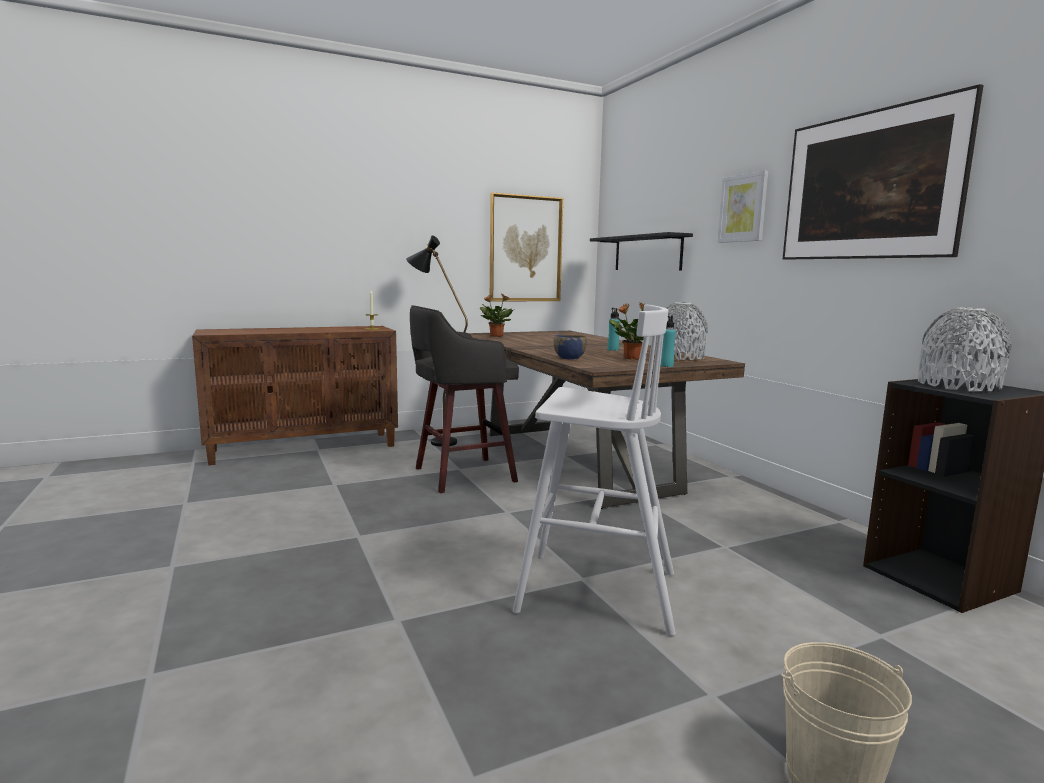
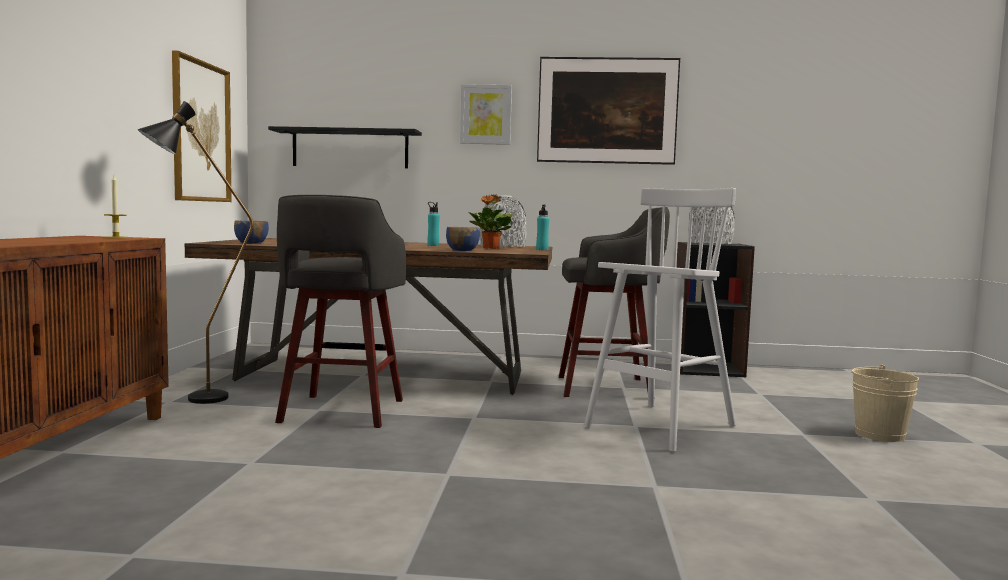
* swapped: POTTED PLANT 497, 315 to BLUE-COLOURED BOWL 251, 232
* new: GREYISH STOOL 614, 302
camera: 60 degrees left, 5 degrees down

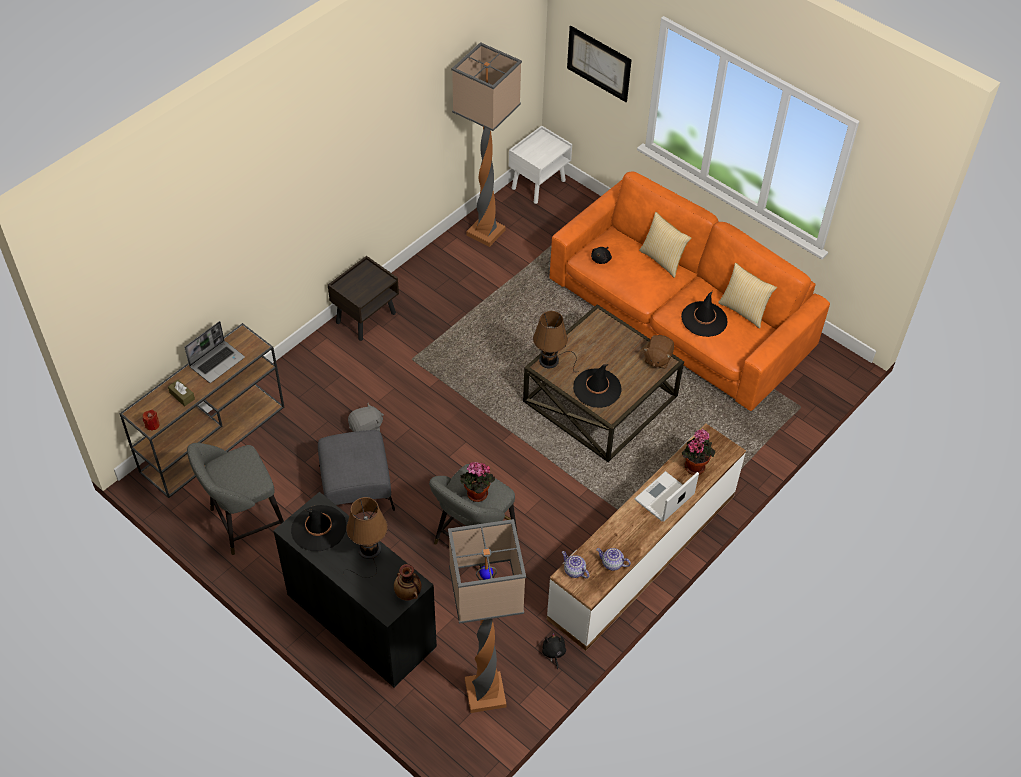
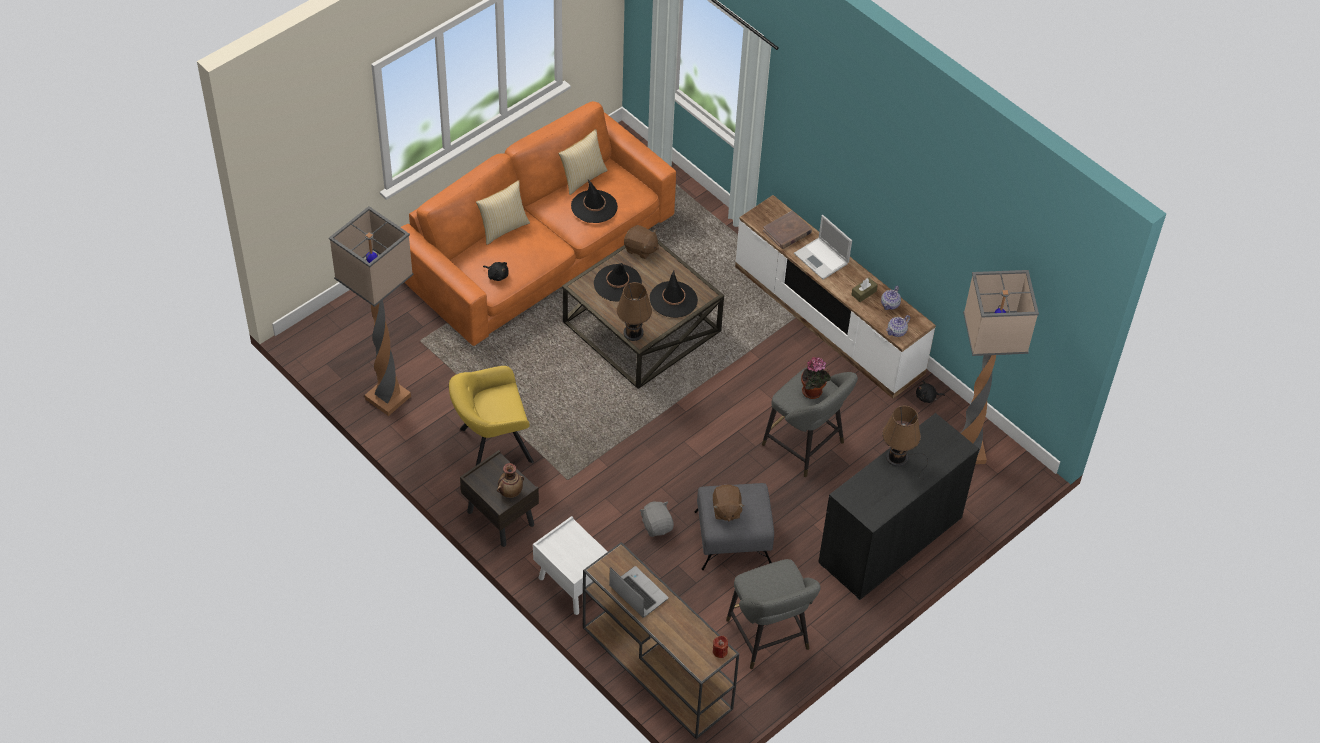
* shifted: BROWN-COLOURED TISSUE BOX 181, 393 to 864, 290
* shifted: BLACKISH WEARABLE HAT 319, 528 to 618, 282
* shifted: DECORATIVE VASE 408, 582 to 510, 480
* shifted: WHITISH NIGHTSTAND 540, 165 to 570, 565
* gone: PICTURE 599, 63
* swapped: POTTED PLANT 698, 452 to BROWN-COLOURED VOLUME 787, 230
* new: YELLOW-COLOURED EASY CHAIR 491, 415
* new: BROWN-COLOURED PLUSH TOY 728, 503
camera: 85 degrees left, 0 degrees up

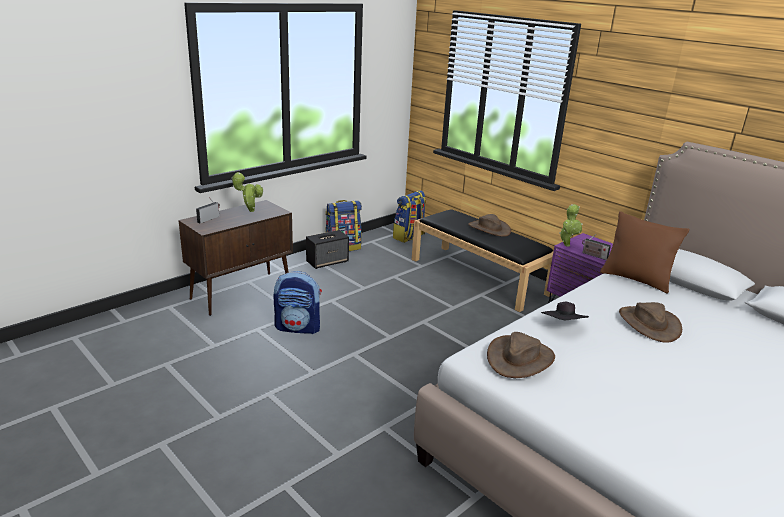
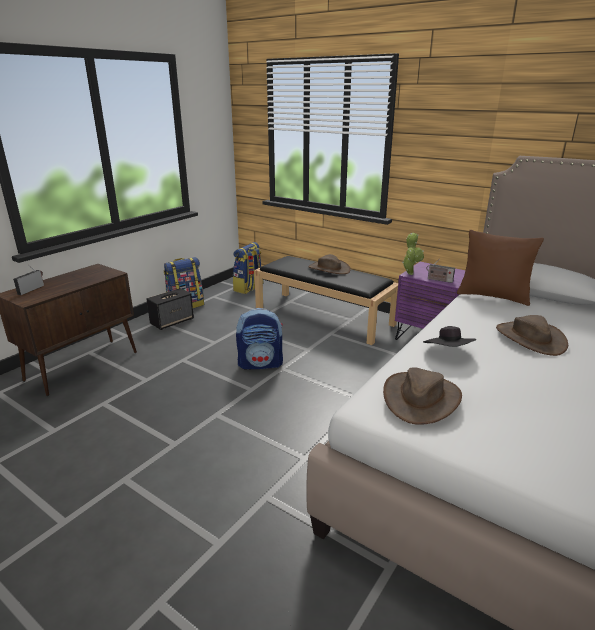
* gone: POTTED PLANT 247, 192
* shifted: BACKPACK 297, 302 to 259, 338
camera: 10 degrees left, 0 degrees up

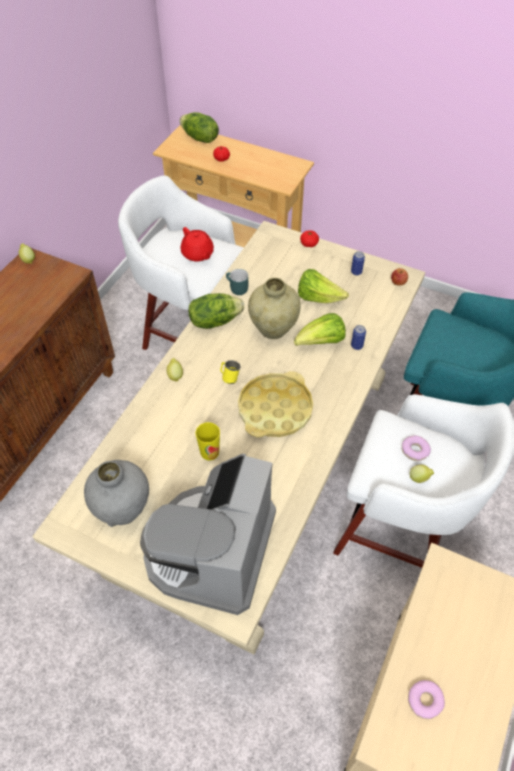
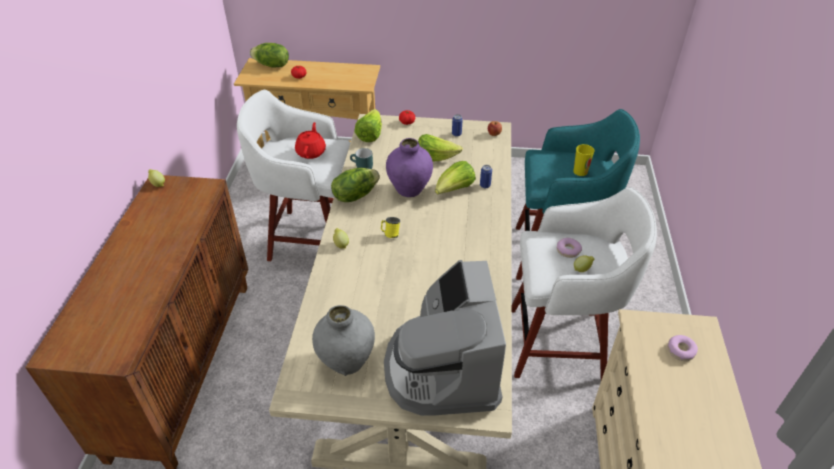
* rotated: REDDISH TEA POT 197, 244 = 310, 140 120 degrees counterclockwise
* shifted: DRINKING CUP 208, 441 to 584, 160
* gone: YELLOW-COLOURED SERVING TRAY 275, 404
* repainted: BEIGE-COLOURED DECORATIVE VASE 274, 308 to PURPLISH DECORATIVE VASE 409, 167
* shifted: DOUGHNUT 426, 699 to 682, 348
* new: HEAD OF LETTUCE 368, 125
camera: 20 degrees left, 10 degrees down

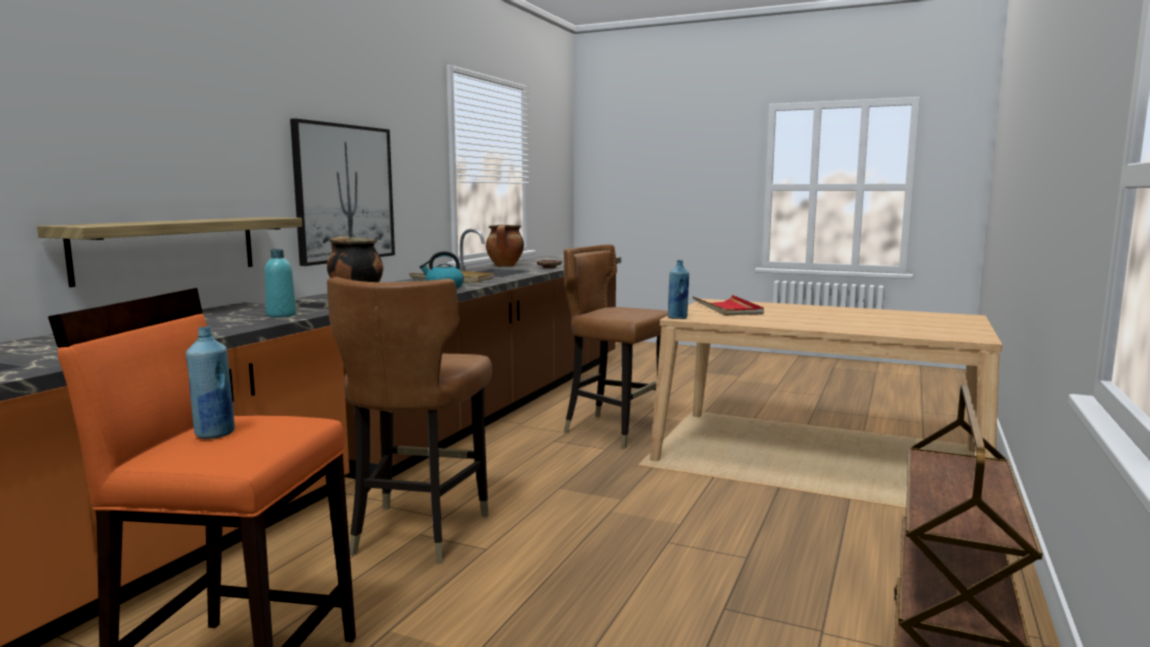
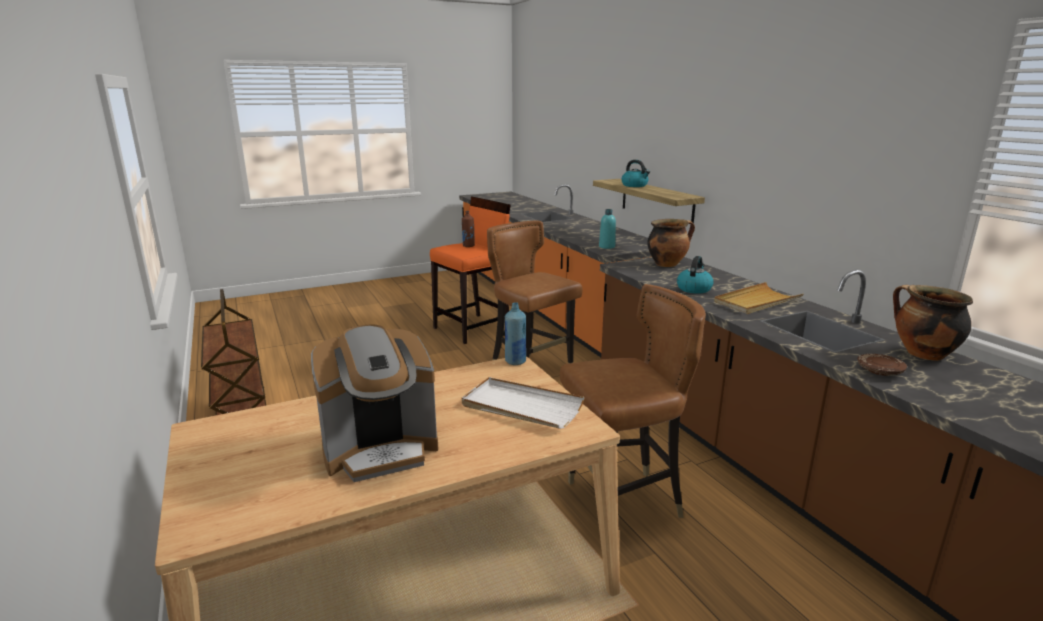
* repainted: BLUE-COLOURED DRINK BOTTLE 210, 383 to BROWN-COLOURED DRINK BOTTLE 468, 229
* gone: PICTURE 342, 192
* repainted: REDDISH SERVING TRAY 728, 305 to WHITISH SERVING TRAY 523, 403
* new: COFFEE MAKER 374, 403
* new: KETTLE 635, 173
camera: 130 degrees right, 10 degrees up

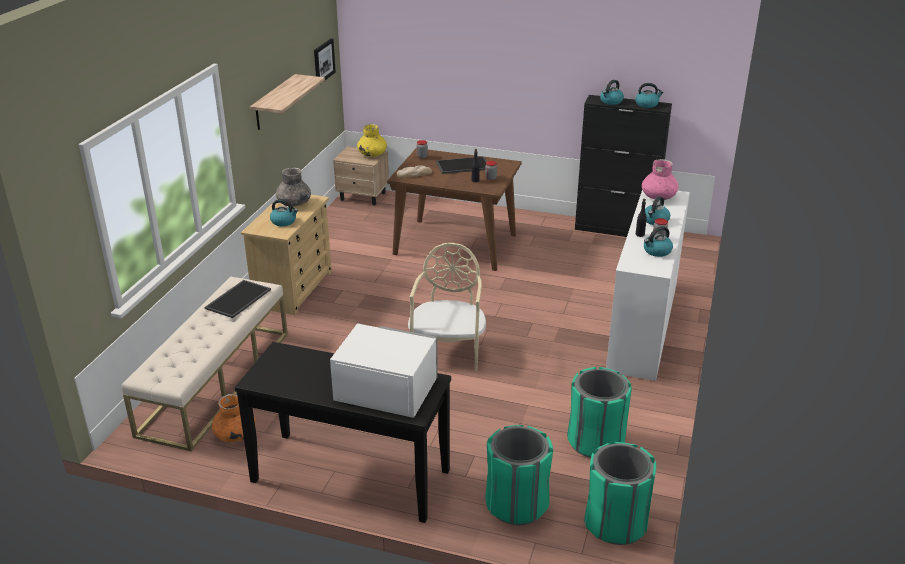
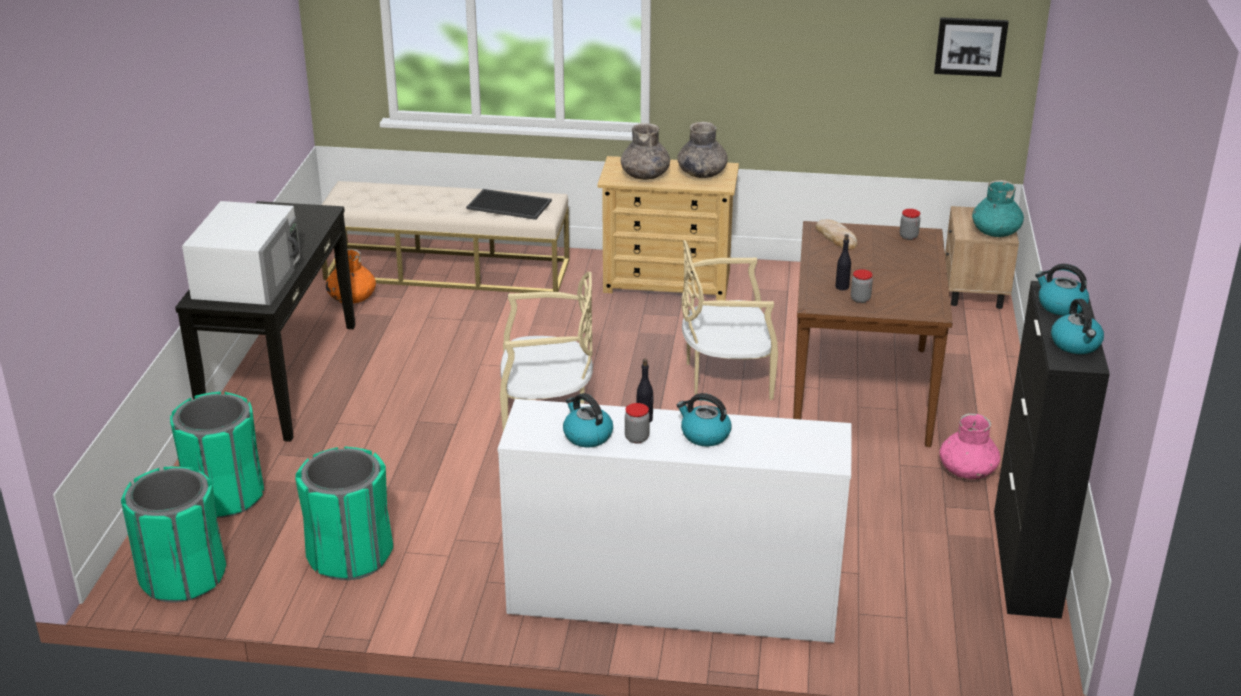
* gone: BRACKET SHELF 287, 102
* swapped: KETTLE 284, 212 to GREYISH DECORATIVE VASE 645, 151
* repainted: YELLOW-COLOURED DECORATIVE VASE 372, 140 to TURQUOISE-COLOURED DECORATIVE VASE 998, 208
* gone: SERVING TRAY 461, 165
* shifted: PINKISH DECORATIVE VASE 660, 179 to 970, 446
* new: BEIGE-COLOURED PLAIN CHAIR 730, 320
camera: 80 degrees right, 0 degrees up

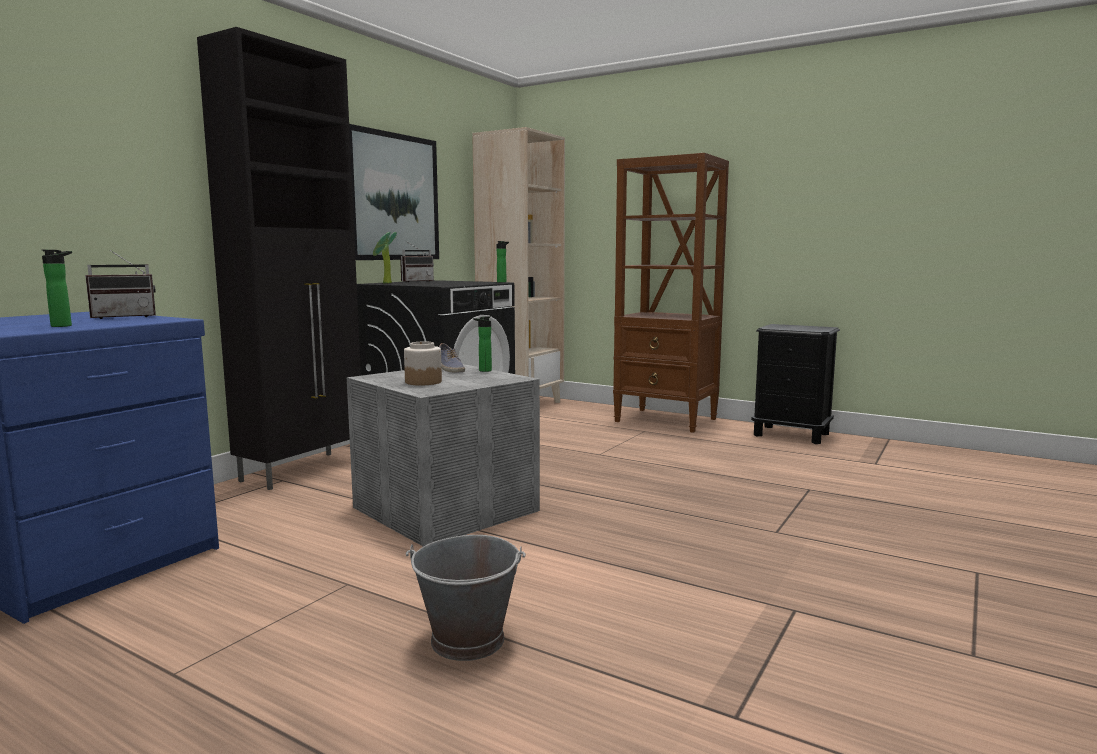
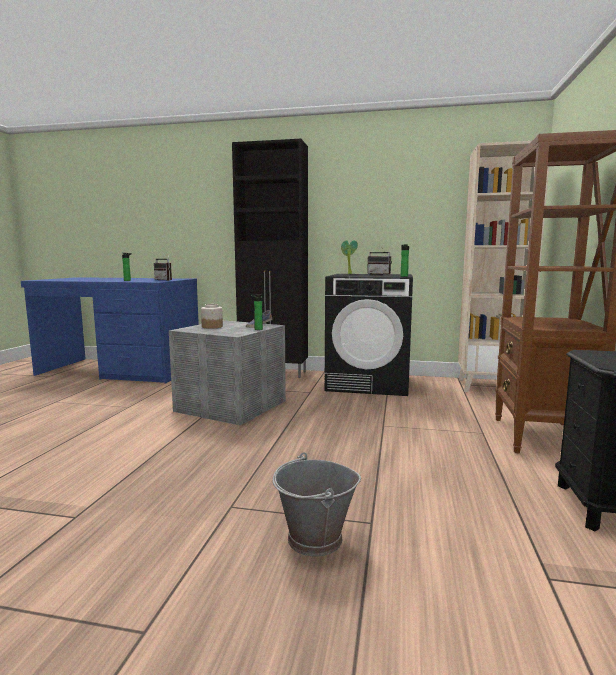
* gone: PICTURE 394, 192
* shifted: GREYISH PAIL 466, 598 to 316, 504
camera: 70 degrees right, 0 degrees up

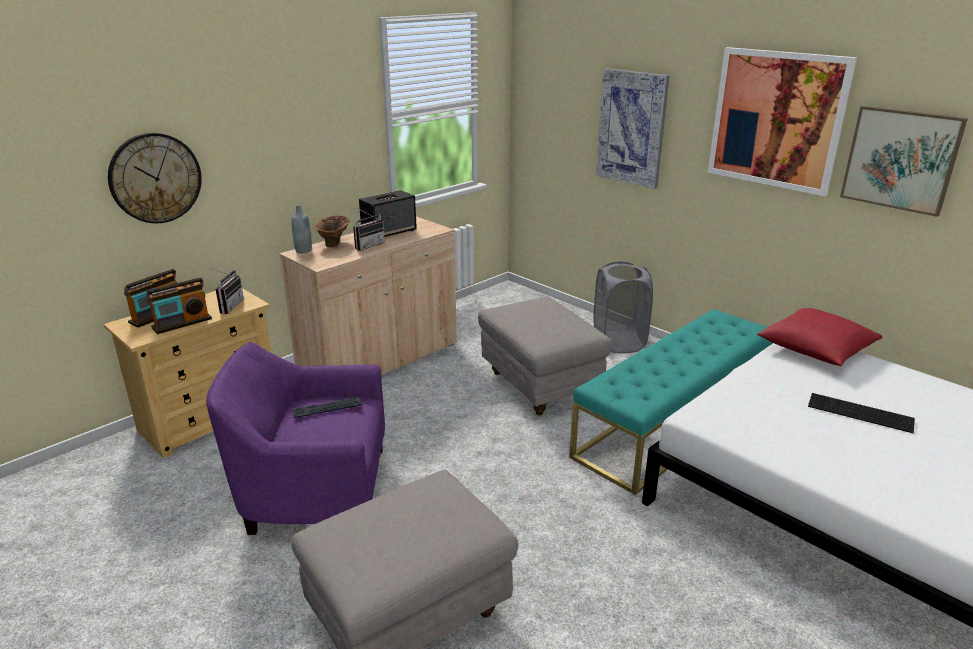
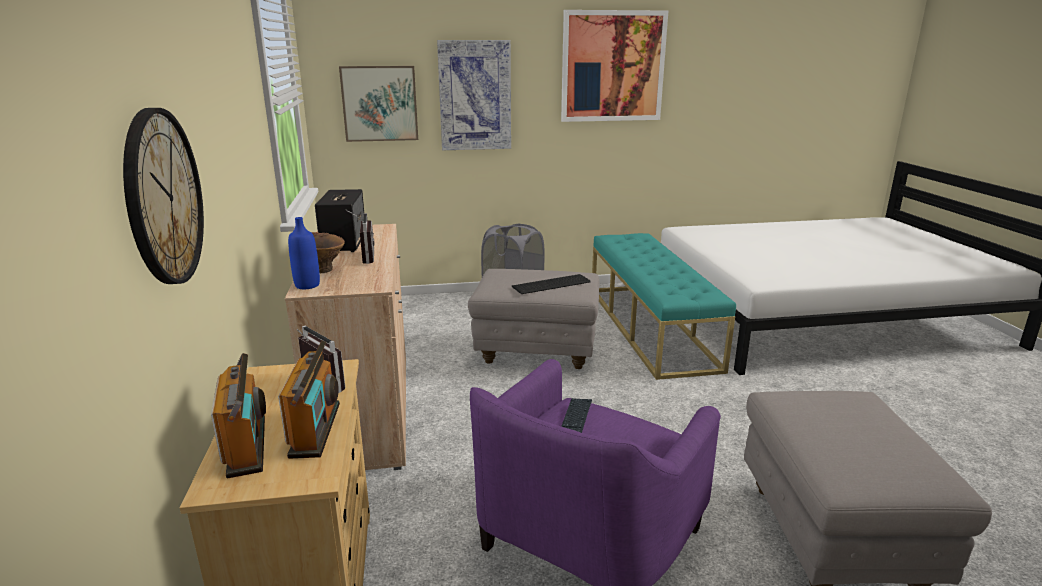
* repainted: GREYISH DRINK BOTTLE 301, 229 to BLUE-COLOURED DRINK BOTTLE 304, 253
* gone: REDDISH THROW PILLOW 820, 337
* shifted: COMPUTER KEYBOARD 861, 413 to 551, 284
* shifted: PICTURE 904, 161 to 378, 104
camera: 55 degrees left, 5 degrees down

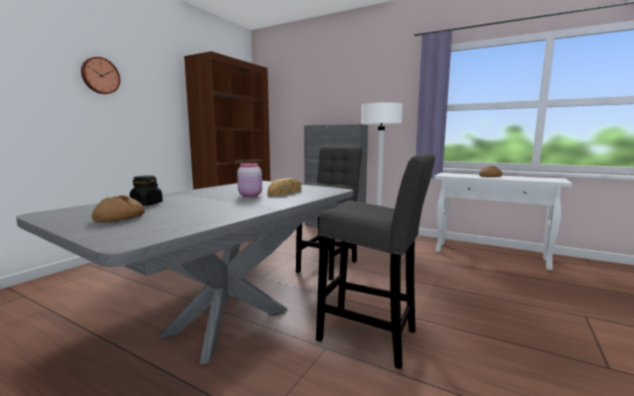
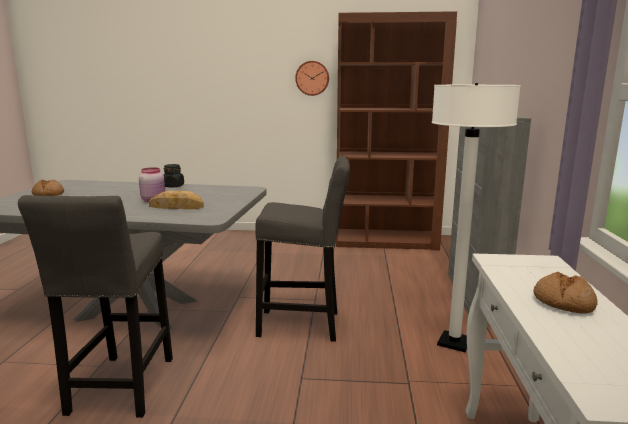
* shifted: HANGING CLOCK 100, 75 to 312, 78
* shifted: BLACKISH PRESERVE JAR 146, 191 to 173, 176
camera: 65 degrees right, 5 degrees up

